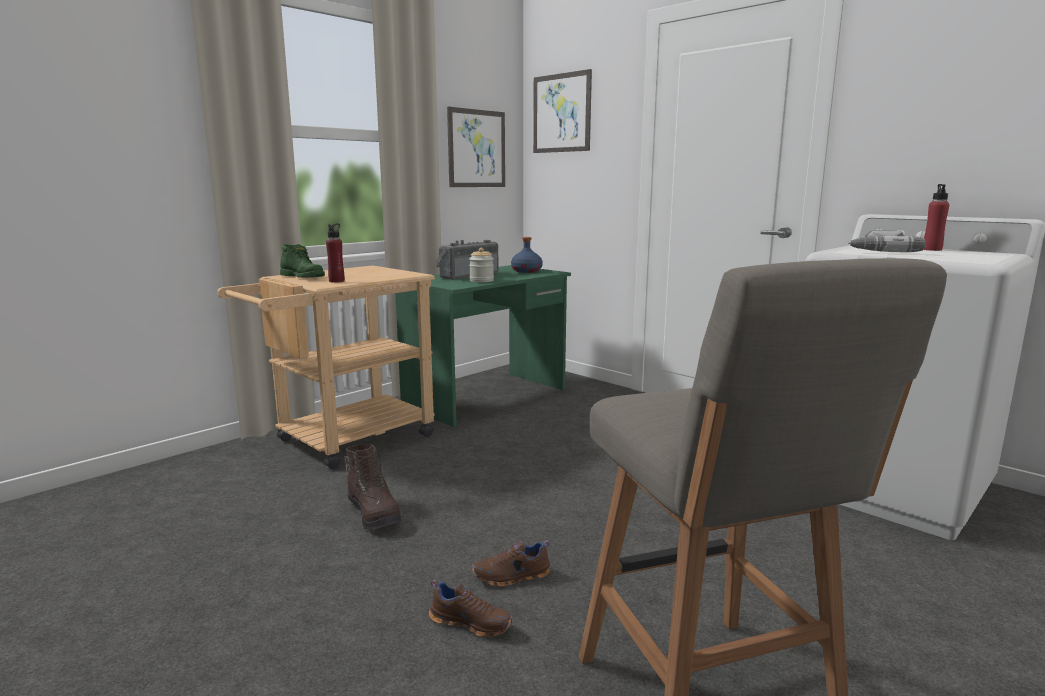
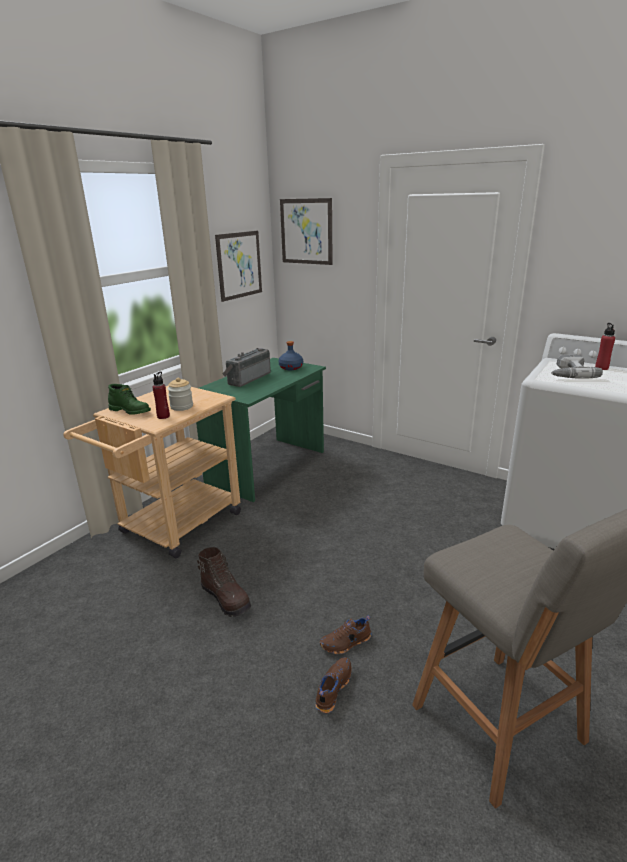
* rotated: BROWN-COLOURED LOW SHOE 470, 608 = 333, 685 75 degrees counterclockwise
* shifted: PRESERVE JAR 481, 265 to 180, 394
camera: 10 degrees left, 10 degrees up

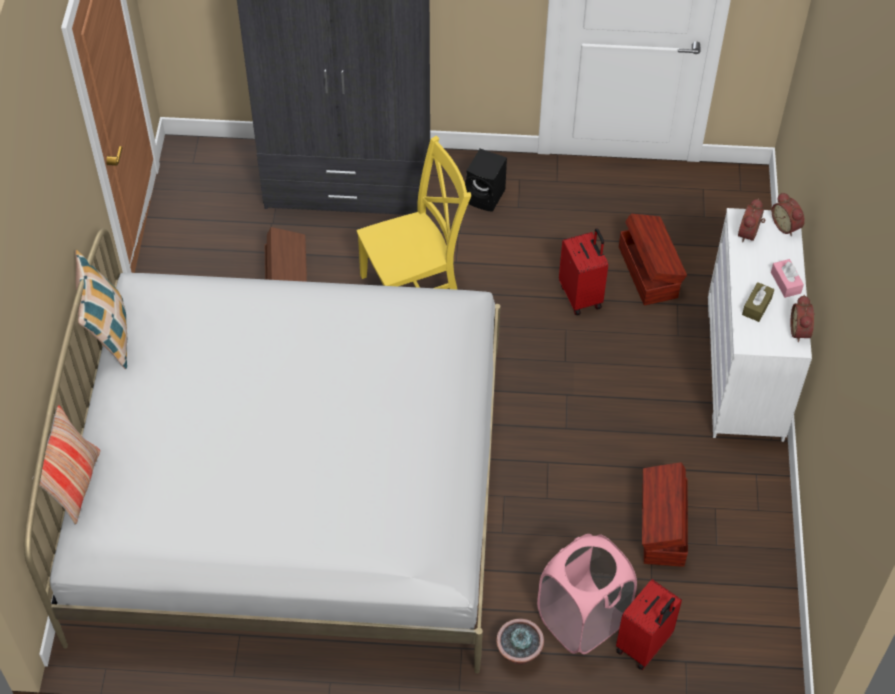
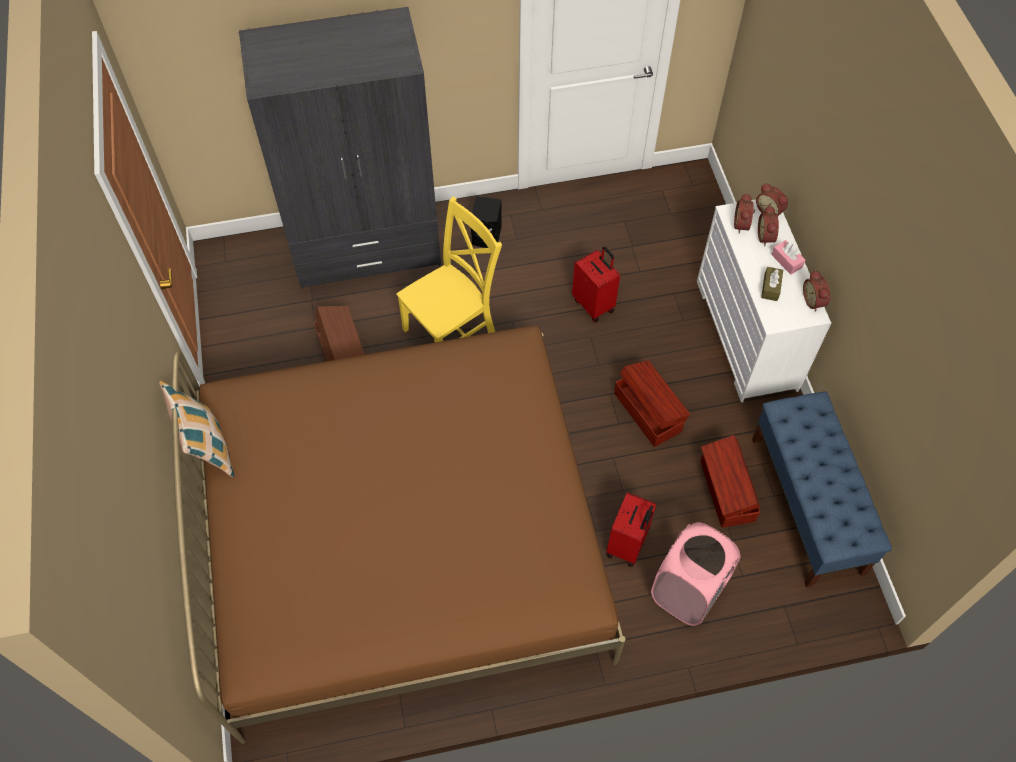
* repainted: WHITISH SLEEPING BED 262, 450 to BROWN-COLOURED SLEEPING BED 399, 535
* gone: THROW PILLOW 66, 464
* gone: POTTED PLANT 520, 641
* shifted: REDDISH TRAVEL CASE 649, 624 to 631, 529
* shifted: BROWN-COLOURED STORAGE BOX 653, 259 to 652, 403
* new: BLUE-COLOURED LONG SEAT 822, 489
* new: BEDSIDE CLOCK 768, 225
camera: 15 degrees left, 5 degrees up

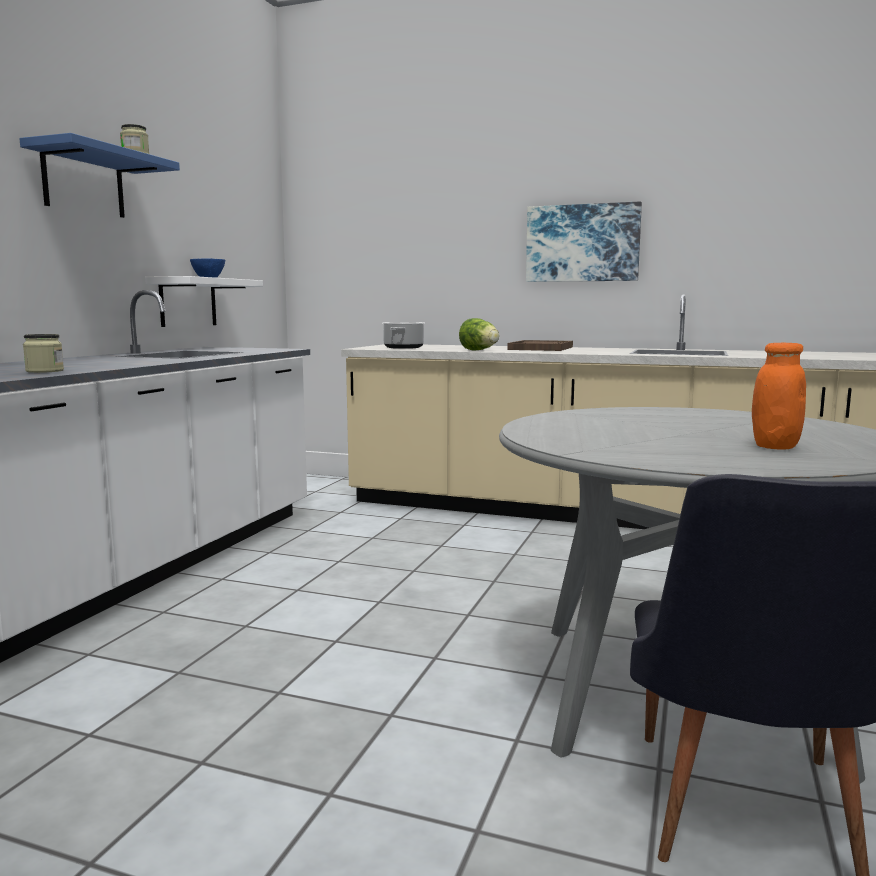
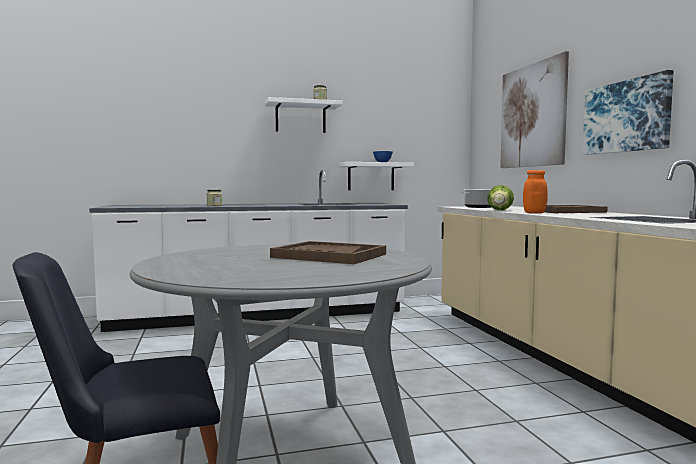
* repainted: BLUE-COLOURED BRACKET SHELF 99, 175 to WHITISH BRACKET SHELF 304, 115
* shifted: ORANGE-COLOURED PRESERVE JAR 779, 396 to 535, 191
* new: BROWN-COLOURED SERVING TRAY 328, 252
* new: PICTURE 534, 109
camera: 55 degrees right, 5 degrees down

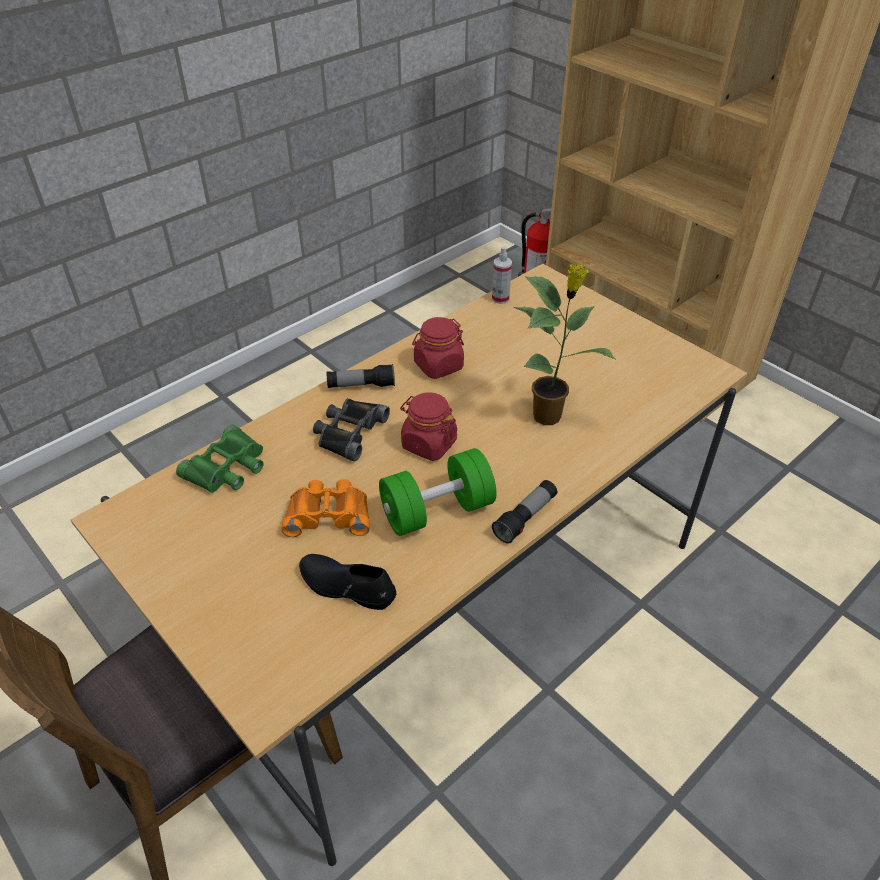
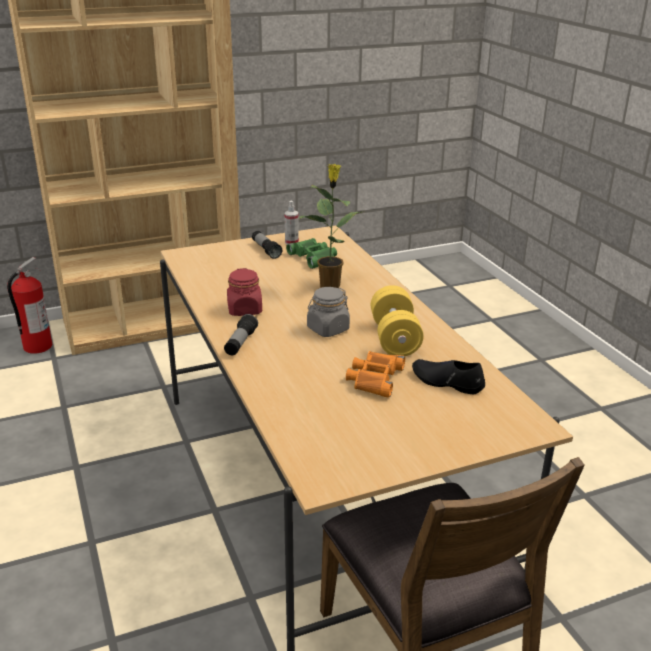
* shifted: GREEN FIELD GLASSES 220, 458 to 311, 253
* rotated: BLACKISH LOW SHOE 348, 582 = 448, 376 75 degrees clockwise
* gone: BLACKISH FIELD GLASSES 351, 430
* repainted: GREEN FREE WEIGHT 437, 492 to YELLOW-COLOURED FREE WEIGHT 397, 320
* repainted: REDDISH PRESERVE JAR 428, 426 to GREYISH PRESERVE JAR 328, 312
* shifted: SPRAYER 502, 275 to 292, 222
* shifted: HAND TORCH 524, 512 to 267, 245
camera: 70 degrees left, 15 degrees down

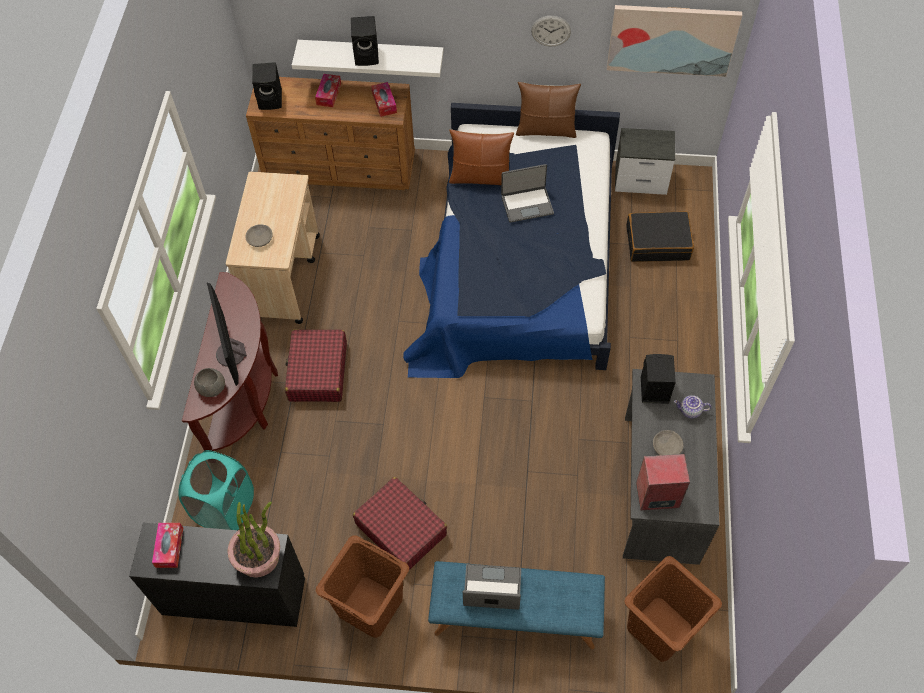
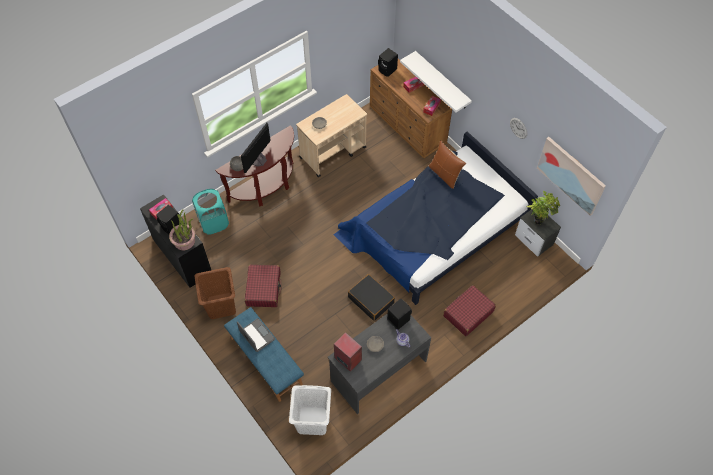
* shifted: REDDISH TRAVEL CASE 316, 365 to 469, 310
* shifted: BLACKISH AUDIO SPEAKER 365, 41 to 167, 219
* gone: NOTEBOOK COMPUTER 527, 193
* gone: BROWN-COLOURED THROW PILLOW 548, 110
* repainted: BROWN-COLOURED LAUNDRY BASKET 673, 609 to WHITISH LAUNDRY BASKET 310, 410
* shifted: BLACKISH TRAVEL CASE 660, 236 to 371, 297
* new: POTTED PLANT 543, 208
camera: 45 degrees right, 0 degrees up

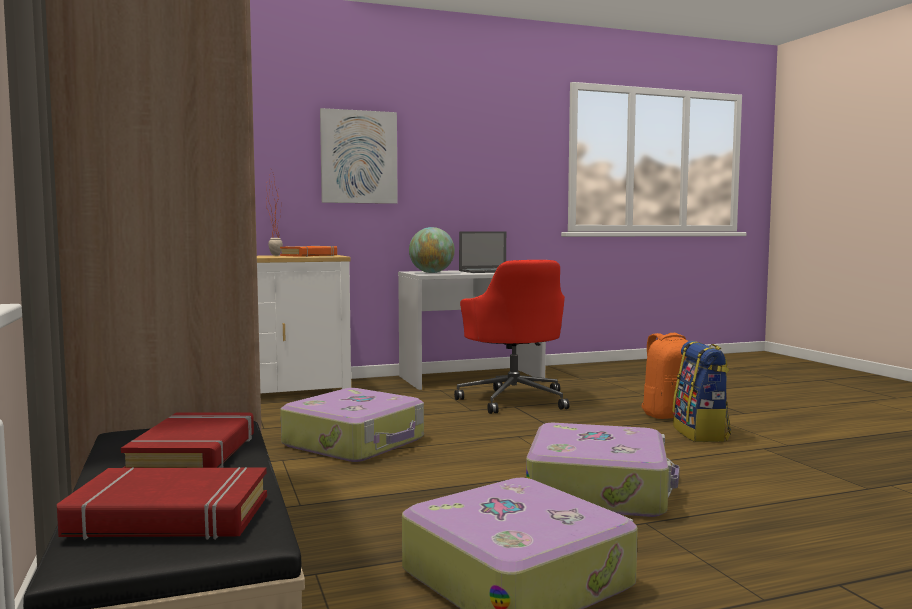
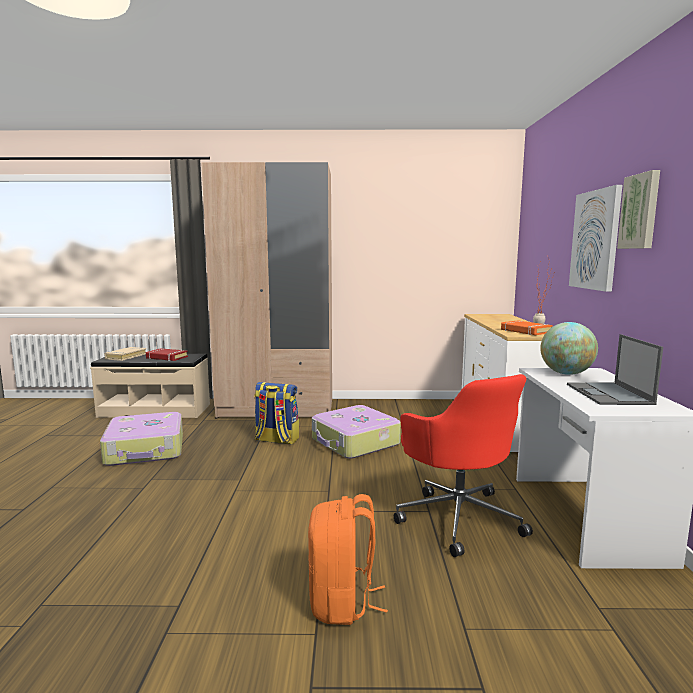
* repainted: REDDISH VOLUME 162, 503 to BEIGE-COLOURED VOLUME 125, 354
* rotated: REDDISH COMPUTER CHAIR 512, 337 = 463, 465 120 degrees counterclockwise
* gone: TRAVEL CASE 603, 470
* shifted: BACKPACK 702, 391 to 276, 413
* new: PICTURE 638, 209
camera: 110 degrees right, 5 degrees up

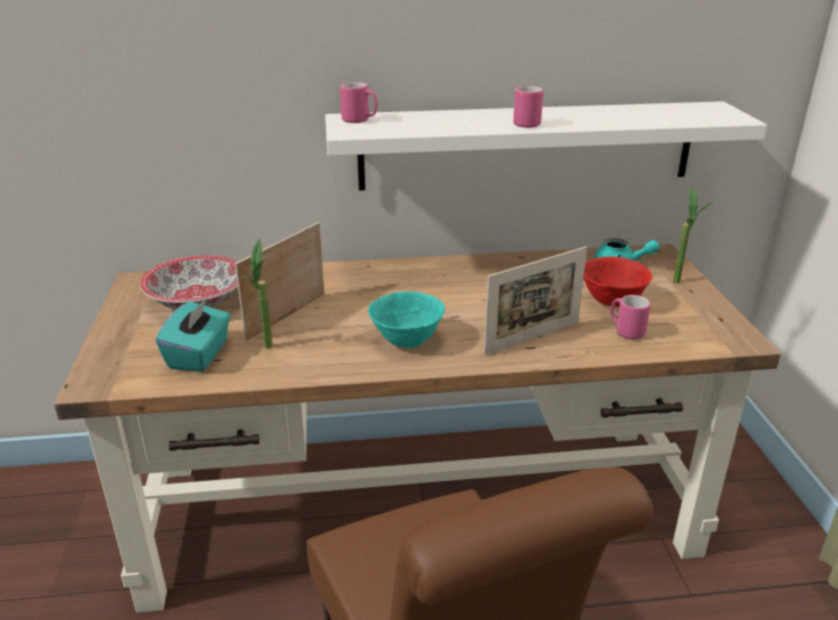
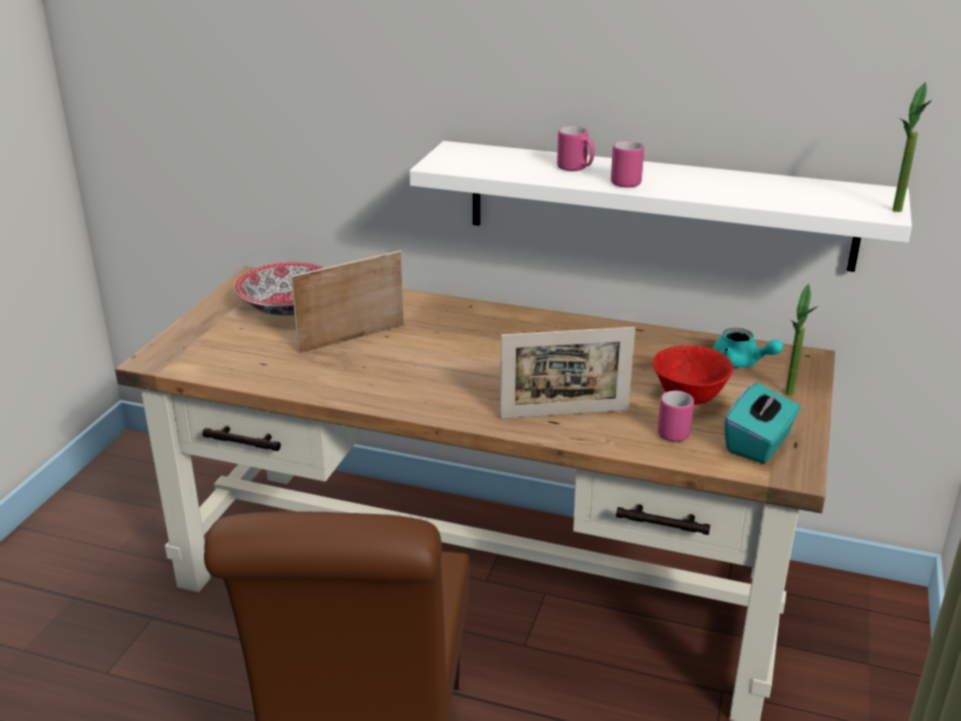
* shifted: TURQUOISE-COLOURED TISSUE BOX 193, 335 to 762, 423
* shifted: POTTED PLANT 258, 294 to 912, 147
* shifted: PINKISH COFFEE MUG 359, 102 to 576, 148
* gone: TURQUOISE-COLOURED BOWL 406, 319
camera: 25 degrees right, 0 degrees up

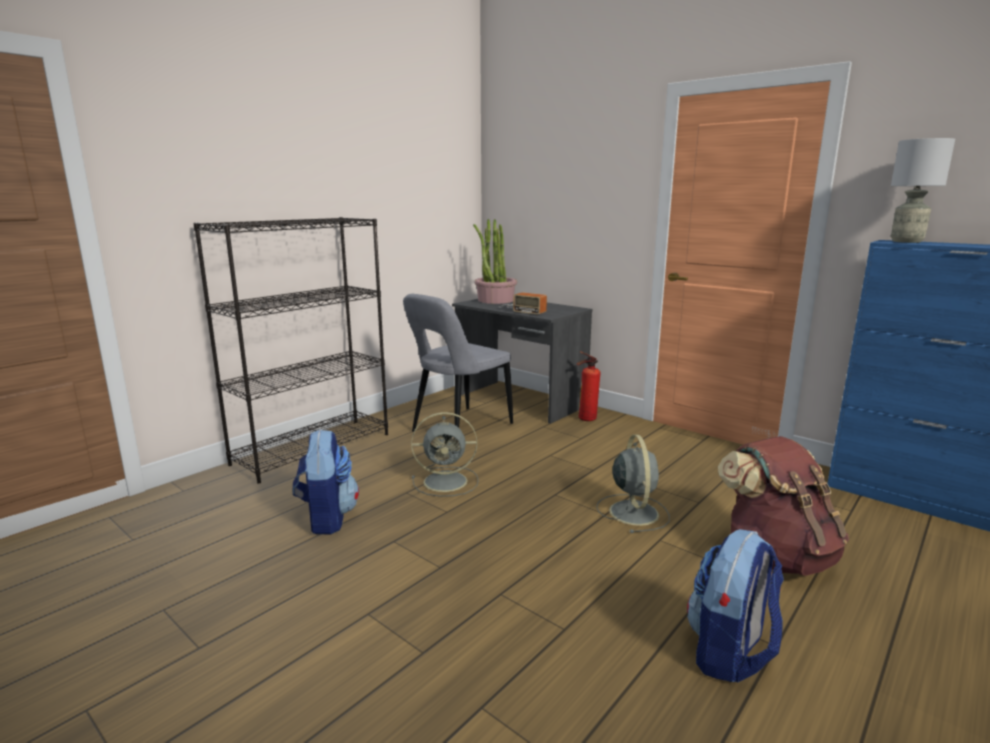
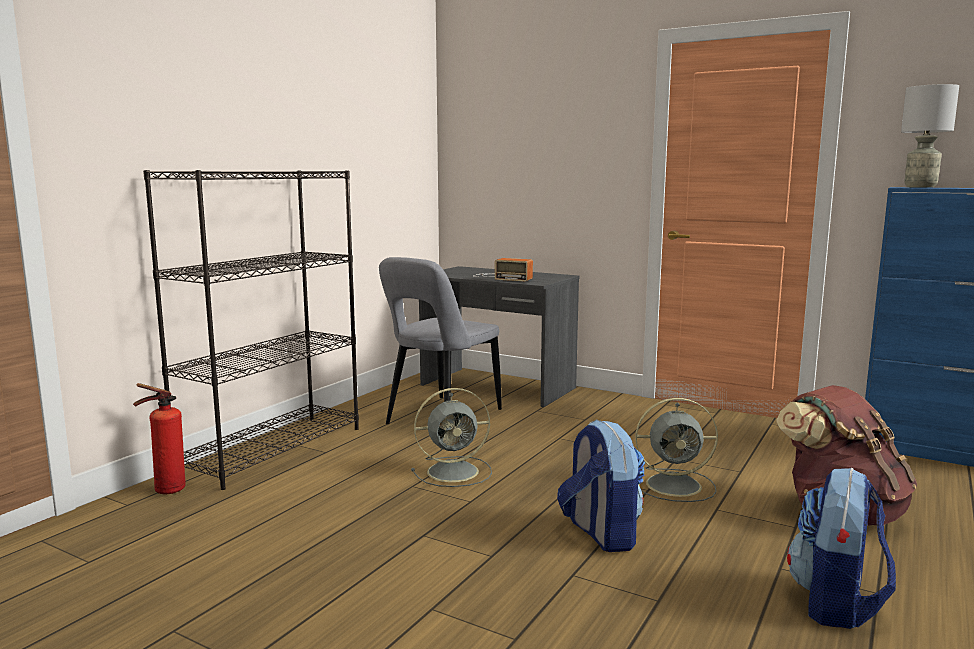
* shifted: BACKPACK 326, 481 to 601, 485
* gone: POTTED PLANT 495, 261
* shifted: EXTINGUISHER 588, 386 to 159, 438
* rotated: GREYISH COOLING FAN 633, 484 = 676, 450 105 degrees clockwise
camera: 10 degrees left, 5 degrees down

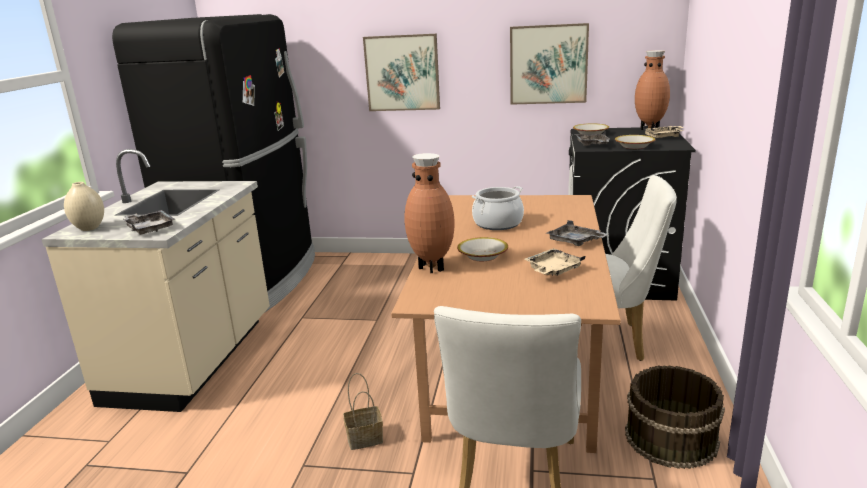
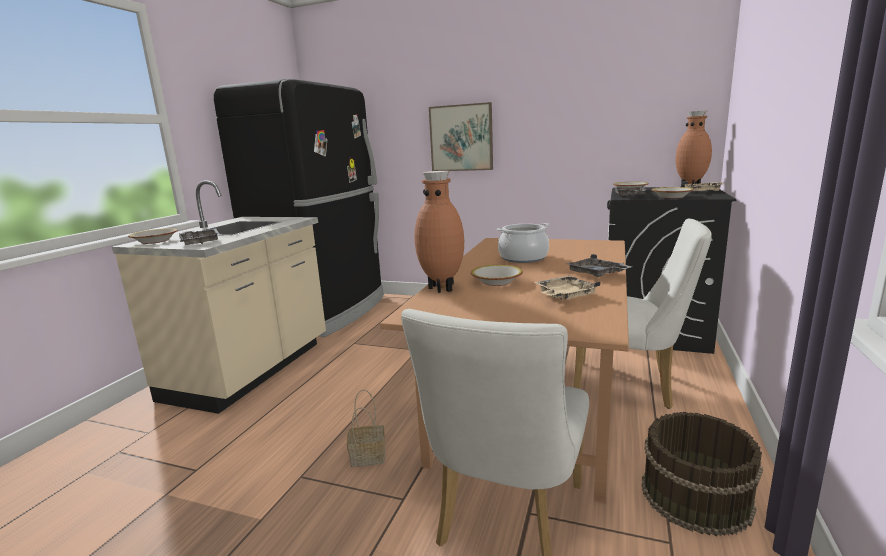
* swapped: BEIGE-COLOURED DECORATIVE VASE 84, 206 to BOWL 153, 236
* gone: PICTURE 549, 64
camera: 10 degrees right, 5 degrees down

